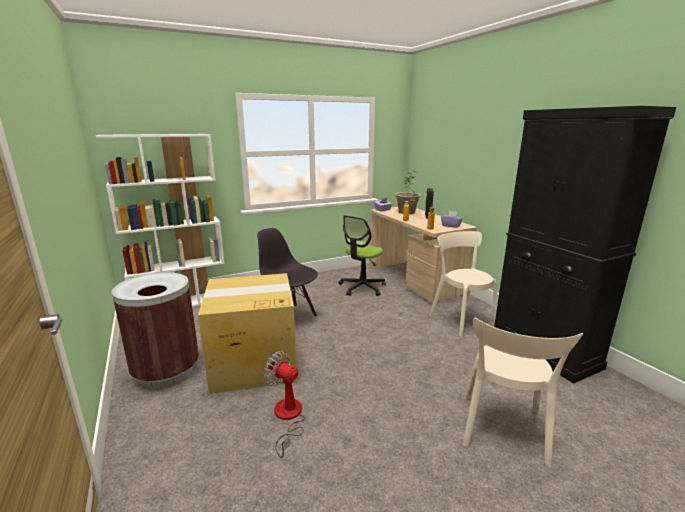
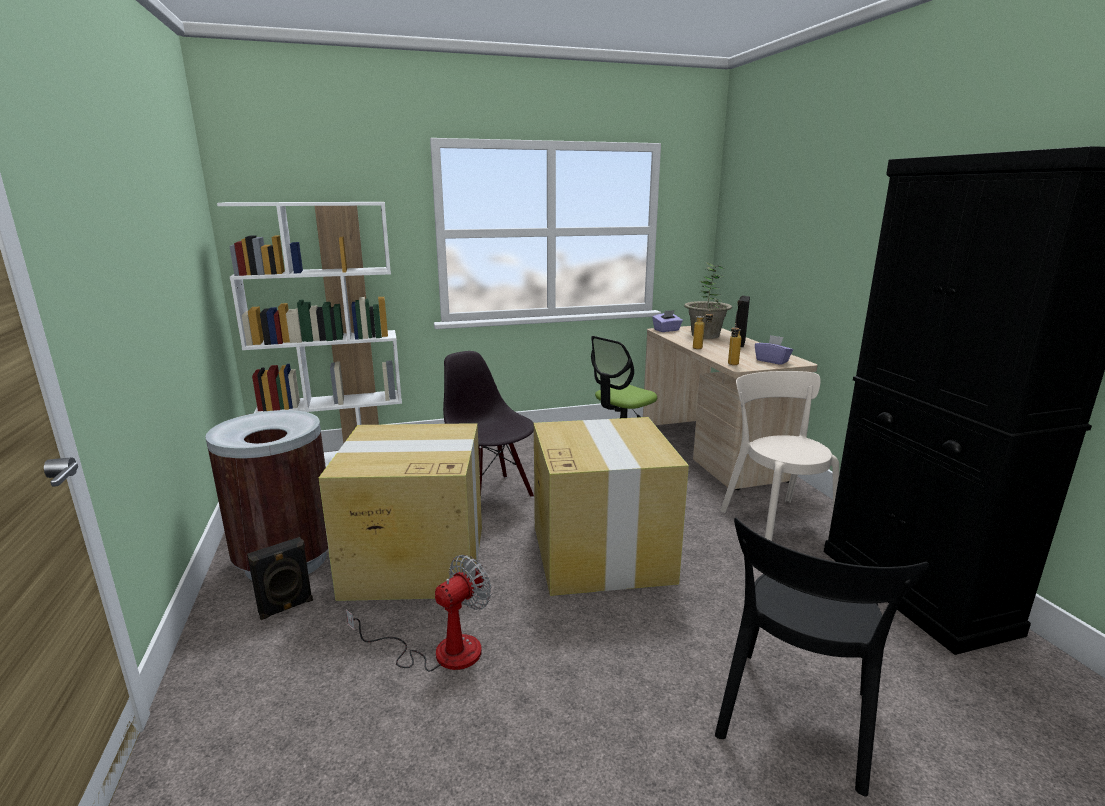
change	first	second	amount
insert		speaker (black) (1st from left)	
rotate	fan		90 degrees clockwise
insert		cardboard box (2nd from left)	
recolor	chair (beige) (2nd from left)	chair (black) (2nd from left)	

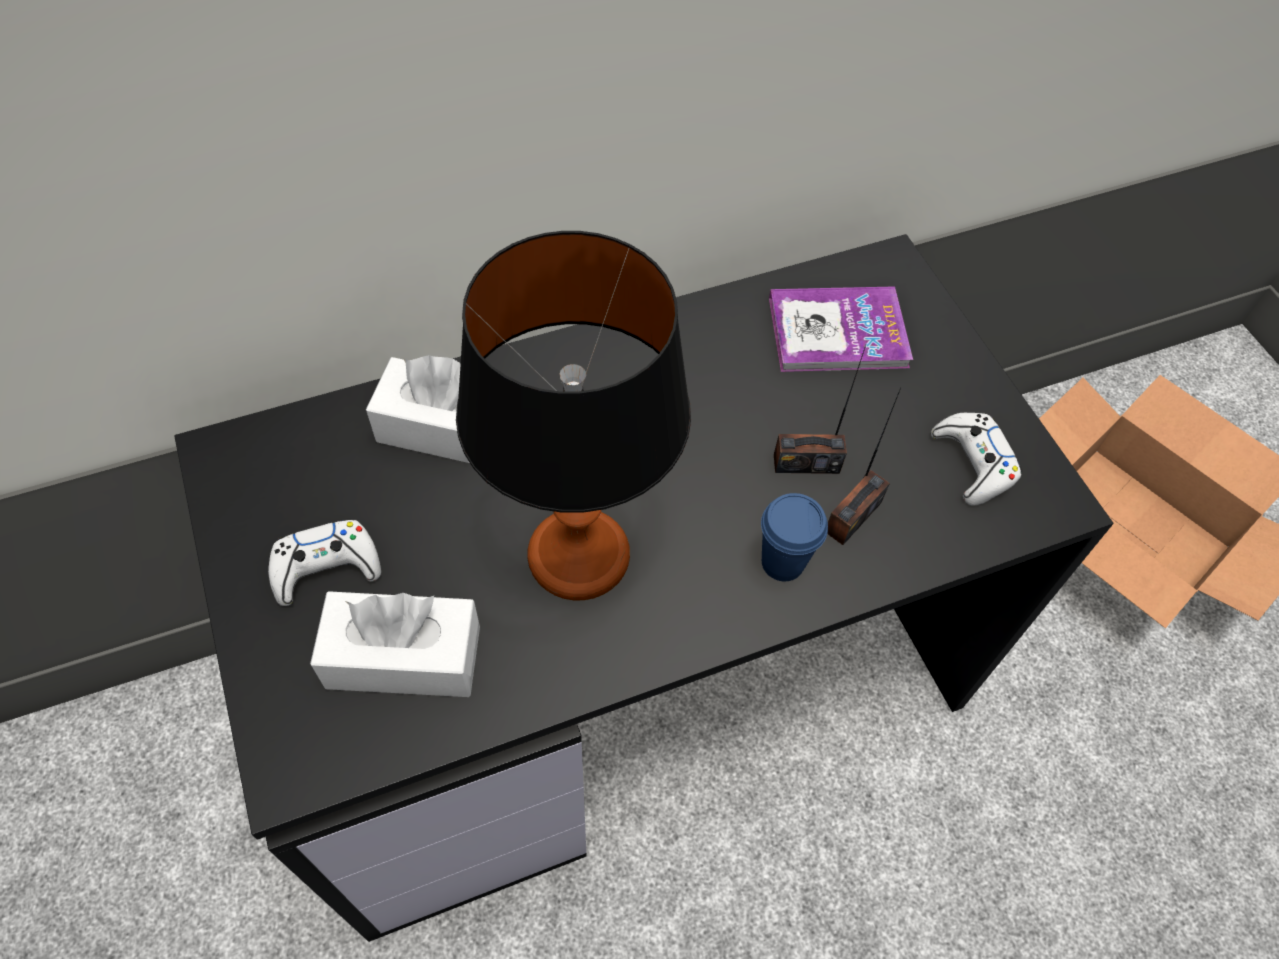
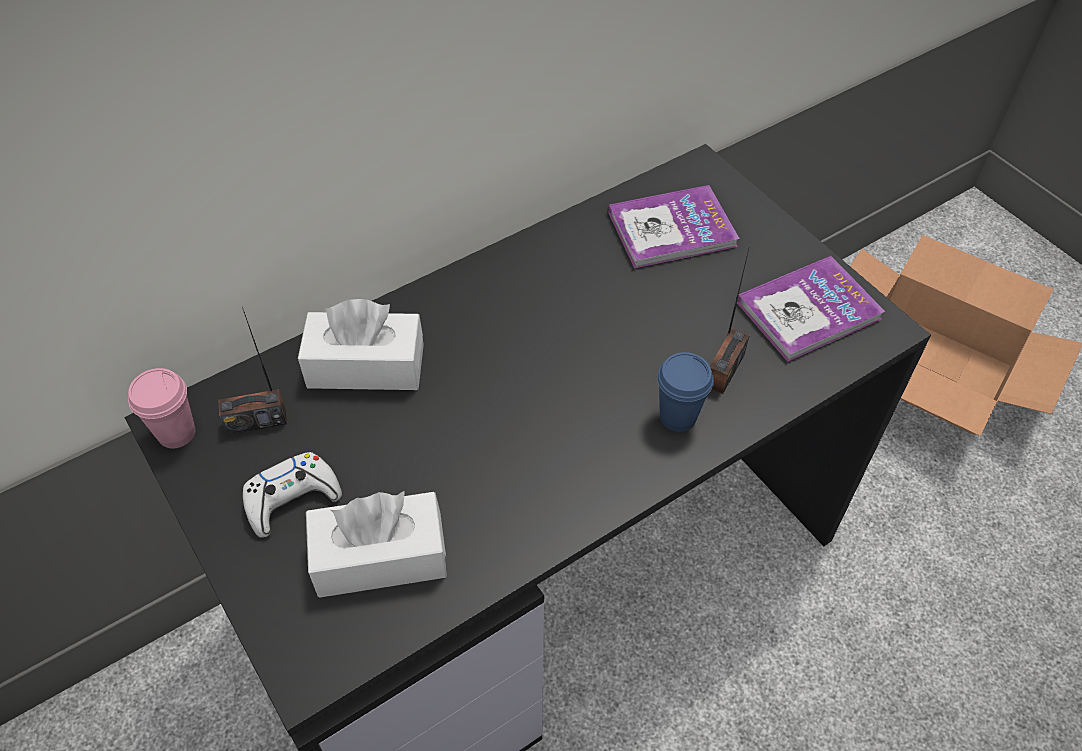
change	first	second	amount
insert		cup (pink)	
move	radio (1st from left)		
replace	game controller (white) (2nd from left)	book (2nd from left)	
delete	table lamp		

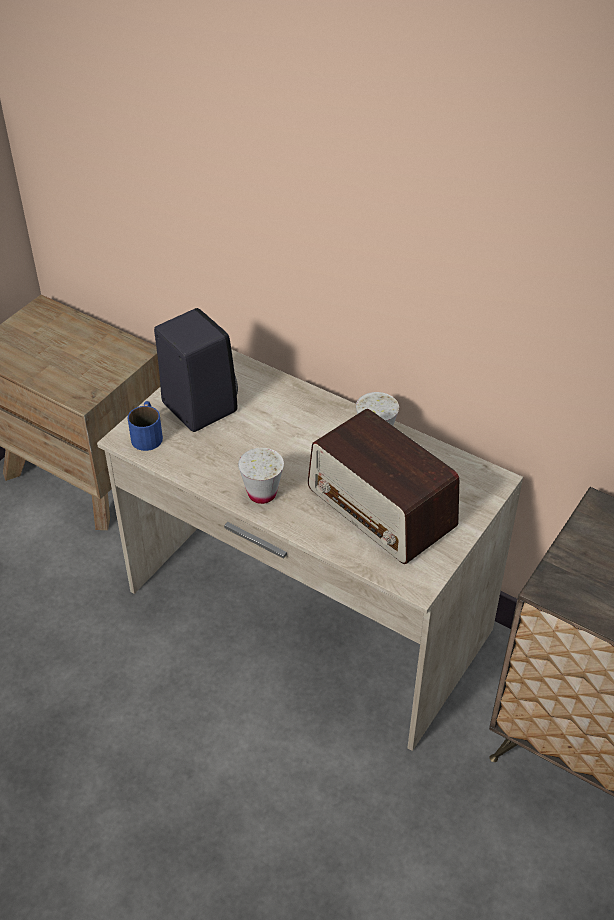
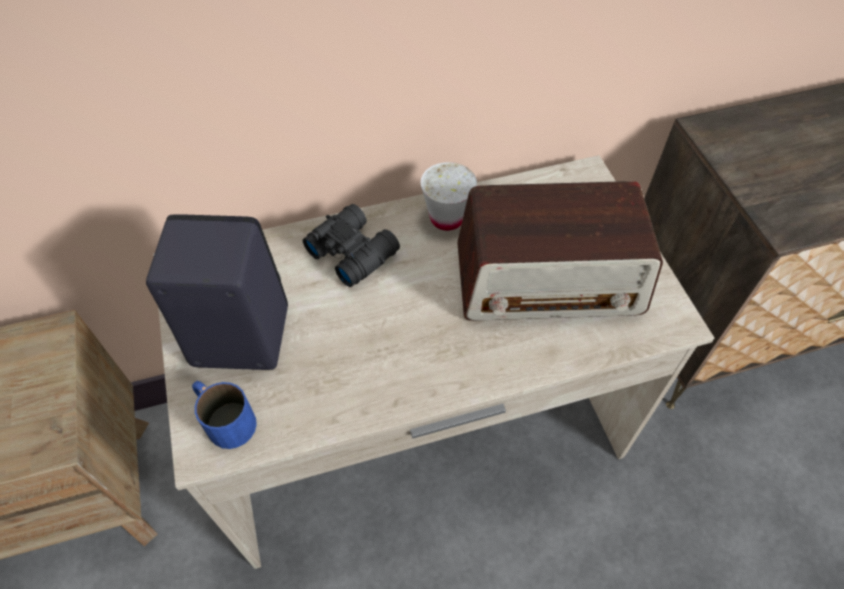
change	first	second	amount
insert		binoculars (black)	
delete	cup (white) (1st from left)		

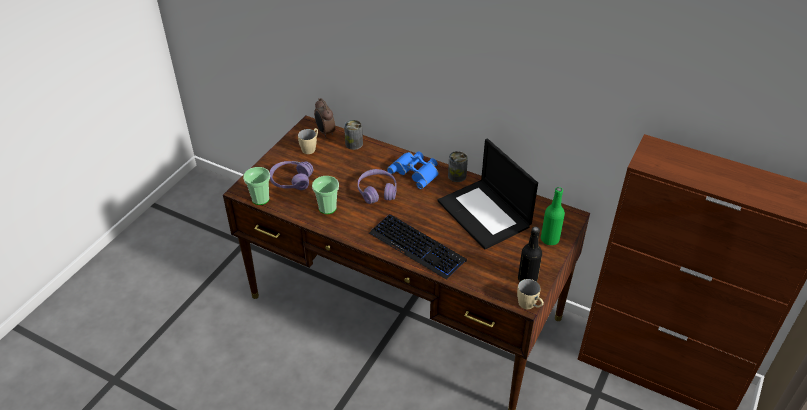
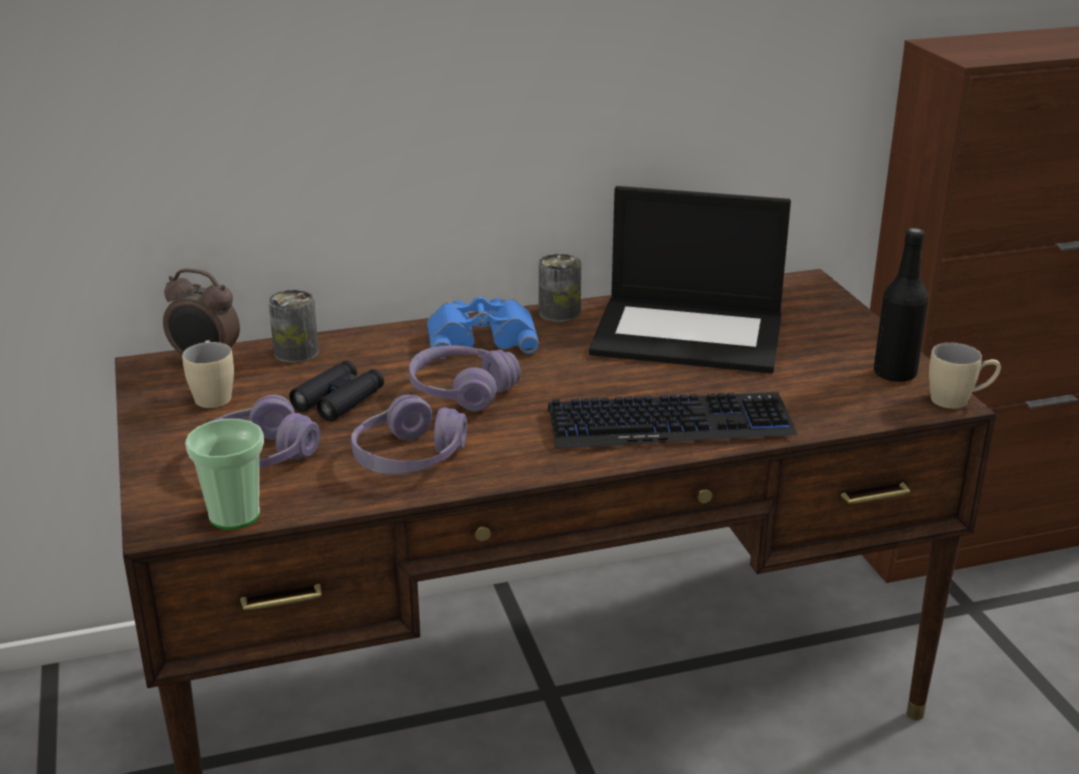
change	first	second	amount
insert		binoculars (black)	
replace	cup (2nd from left)	headphones (purple) (2nd from left)	
delete	bottle (green)		

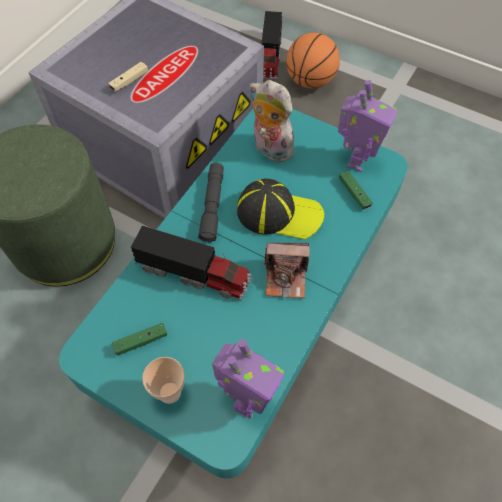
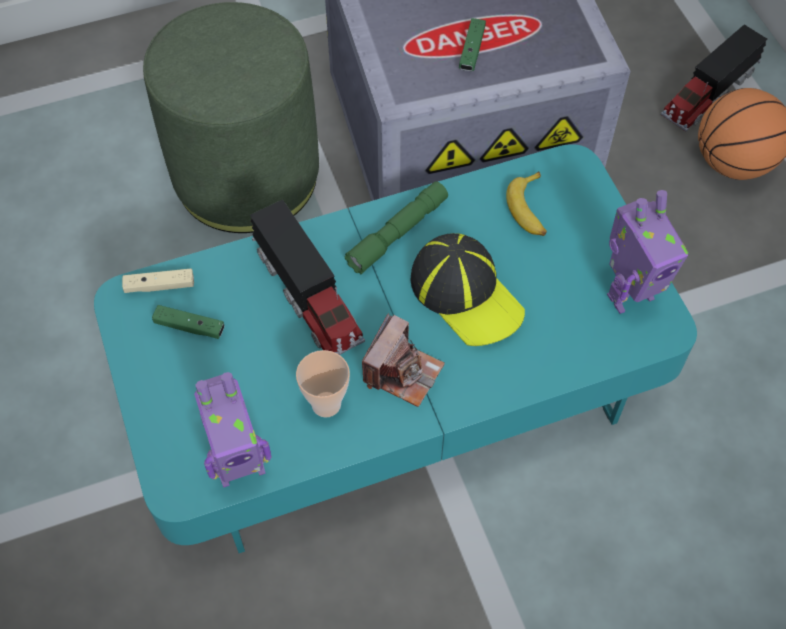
change	first	second	amount
move	game controller (beige)		
move	cup		
recolor	flashlight (grey)	flashlight (green)	
rotate	photo camera		105 degrees counterclockwise
move	game controller (green) (2nd from left)		
replace	plush toy	banana	

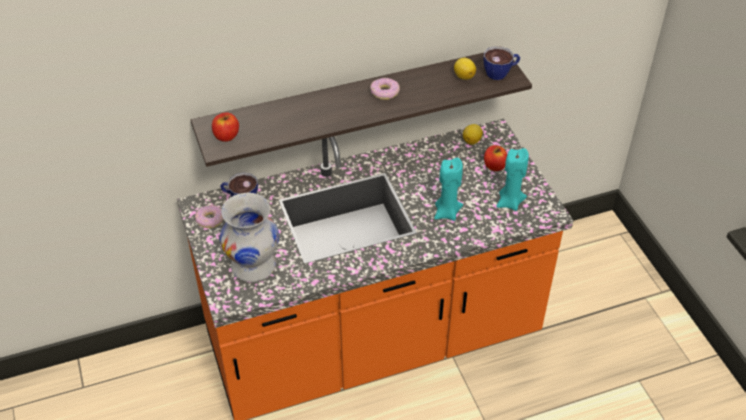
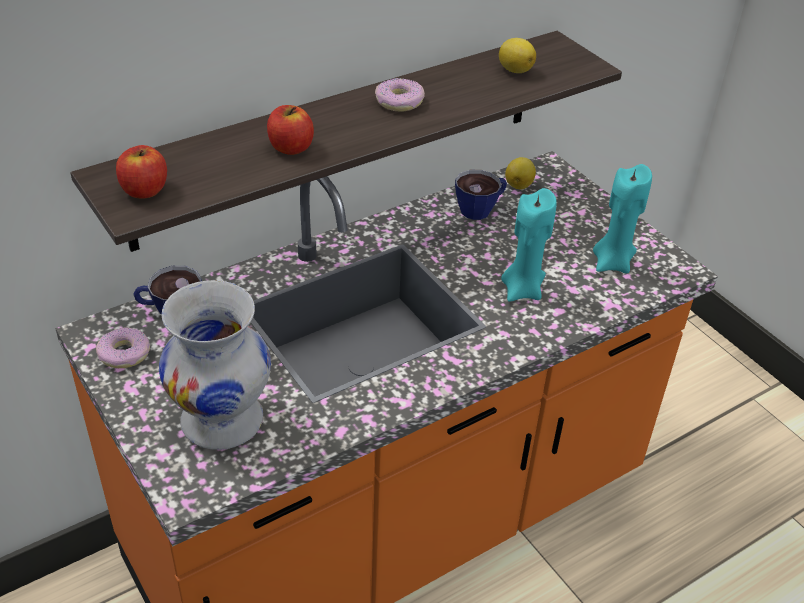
change	first	second	amount
move	apple (2nd from left)		
move	cup (2nd from left)		

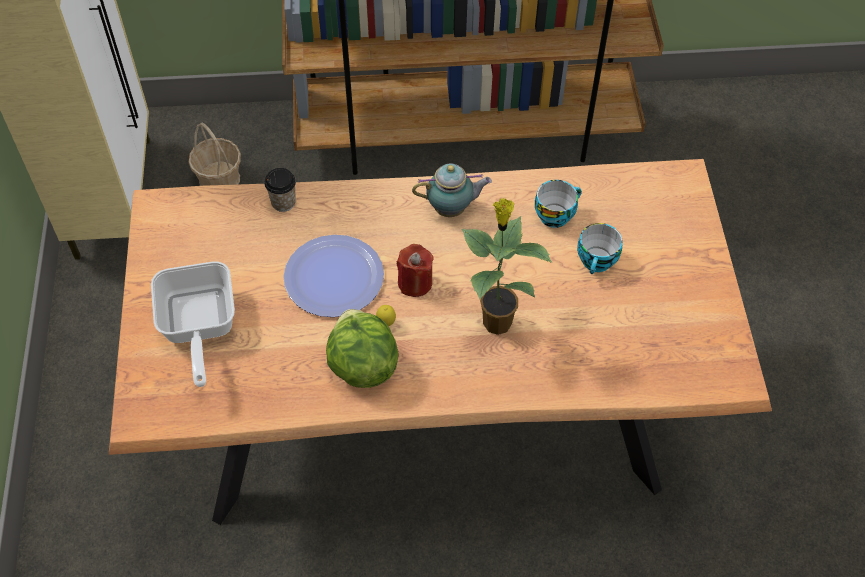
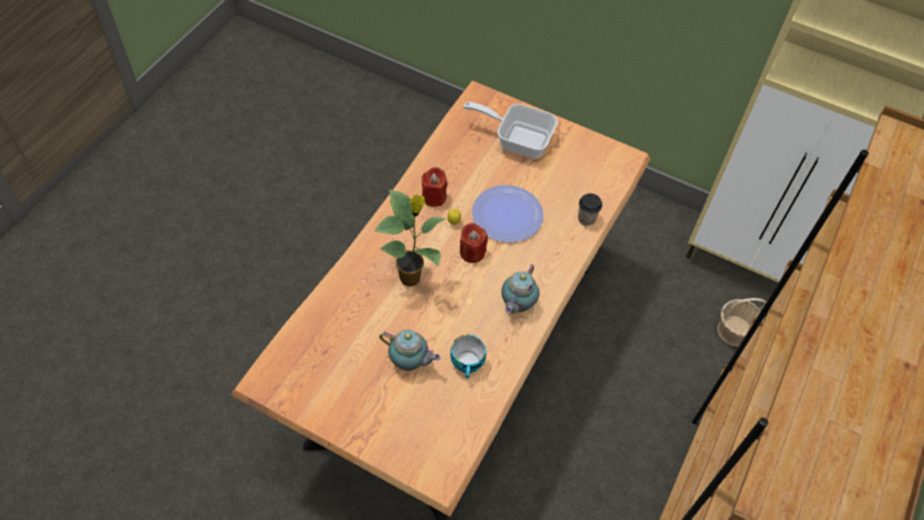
change	first	second	amount
replace	cup (3rd from left)	teapot (1st from left)	
replace	lettuce	candle (red) (1st from left)	

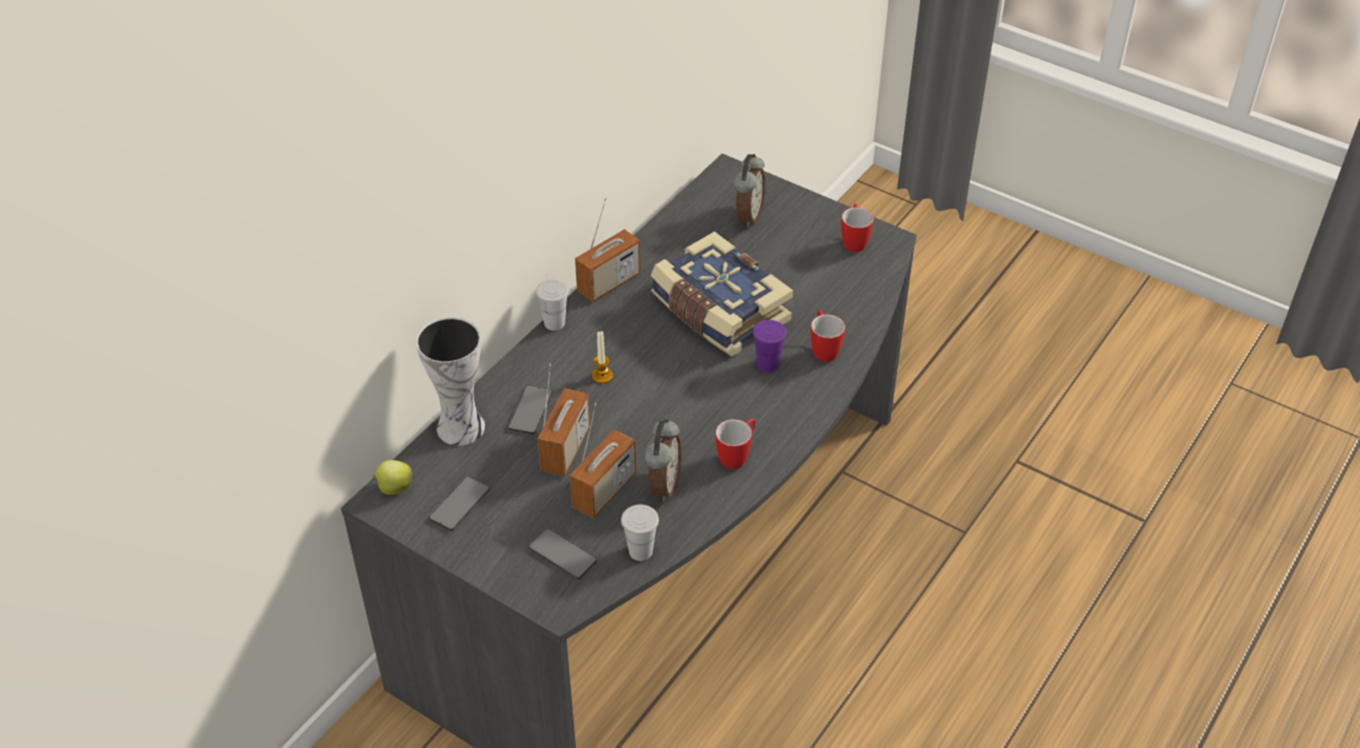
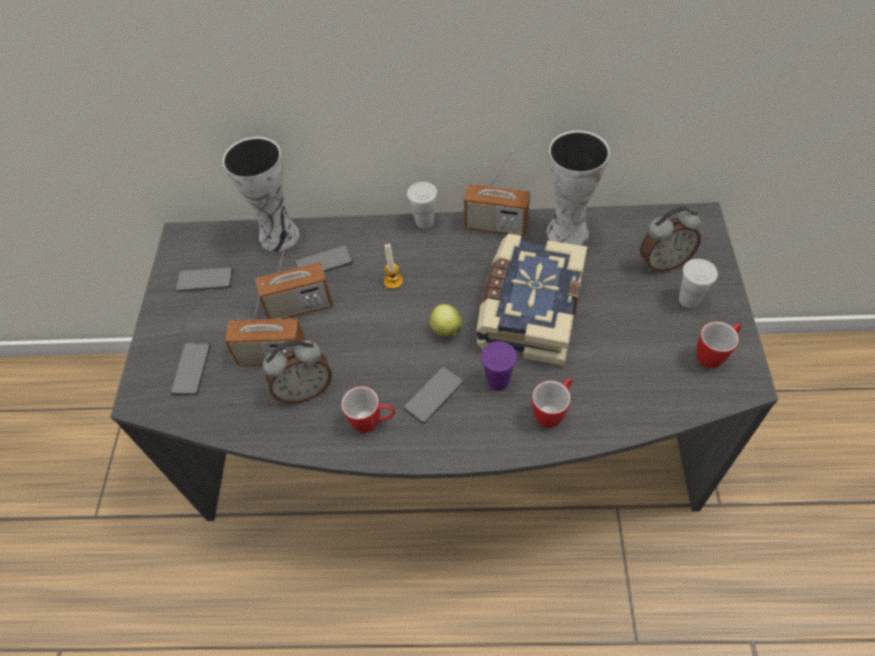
change	first	second	amount
insert		phone (4th from left)	
move	apple		
insert		vase (2nd from left)	
move	cup (white) (2nd from left)		

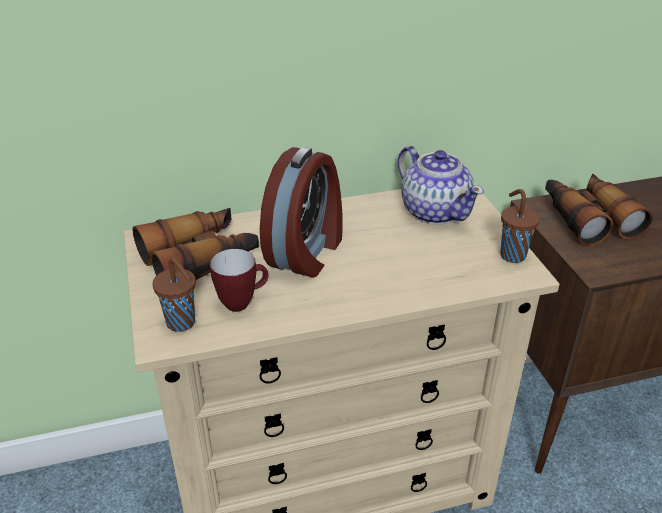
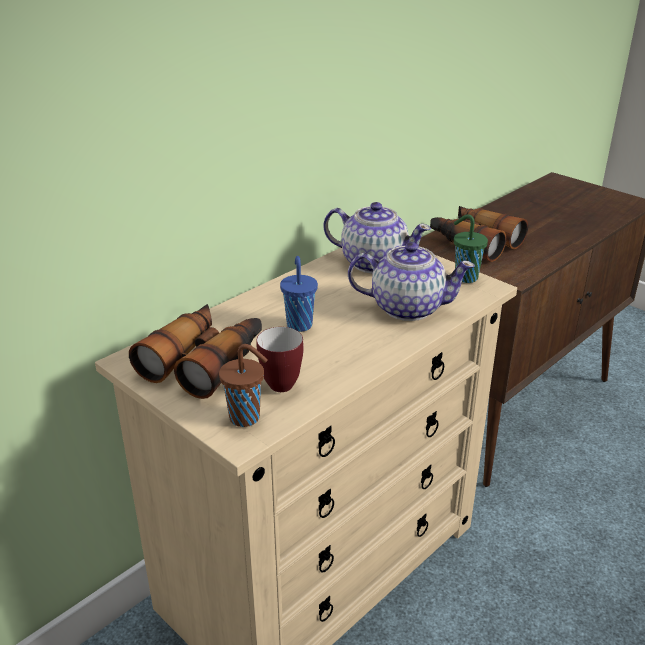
change	first	second	amount
replace	alarm clock	cup (blue)	
insert		teapot (2nd from left)	
recolor	cup (brown) (2nd from left)	cup (green)	

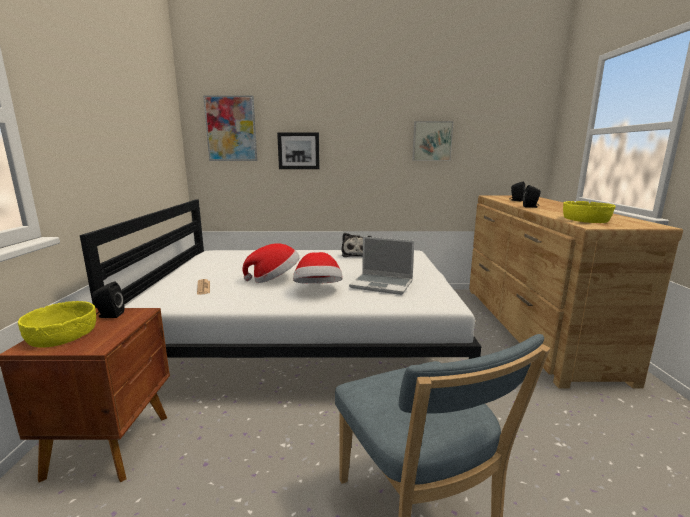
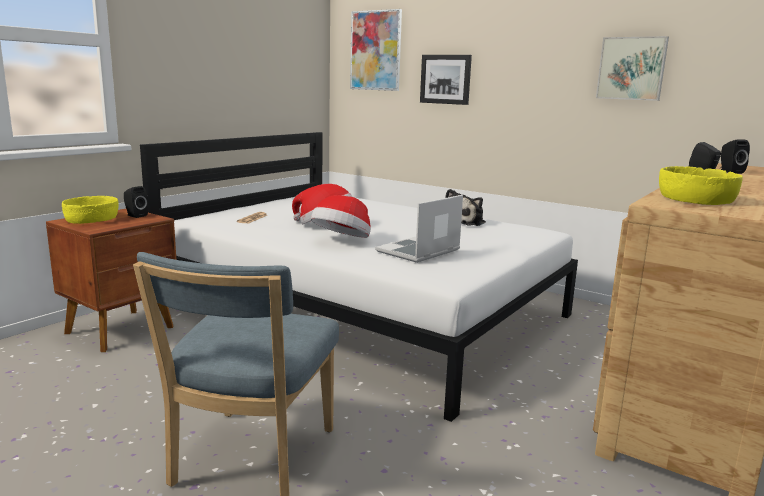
change	first	second	amount
rotate	laptop		75 degrees clockwise

